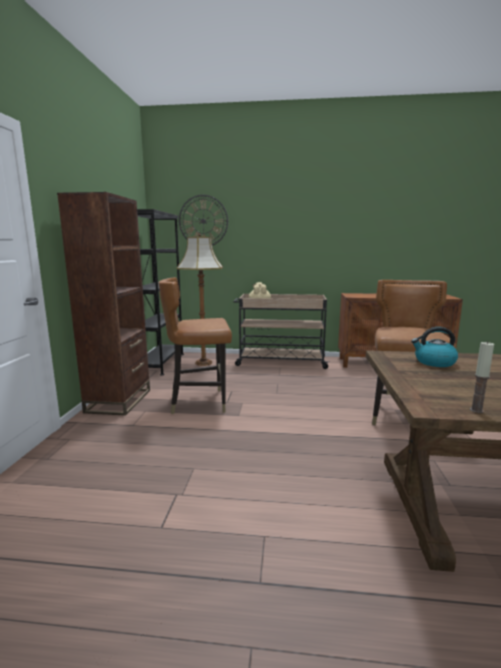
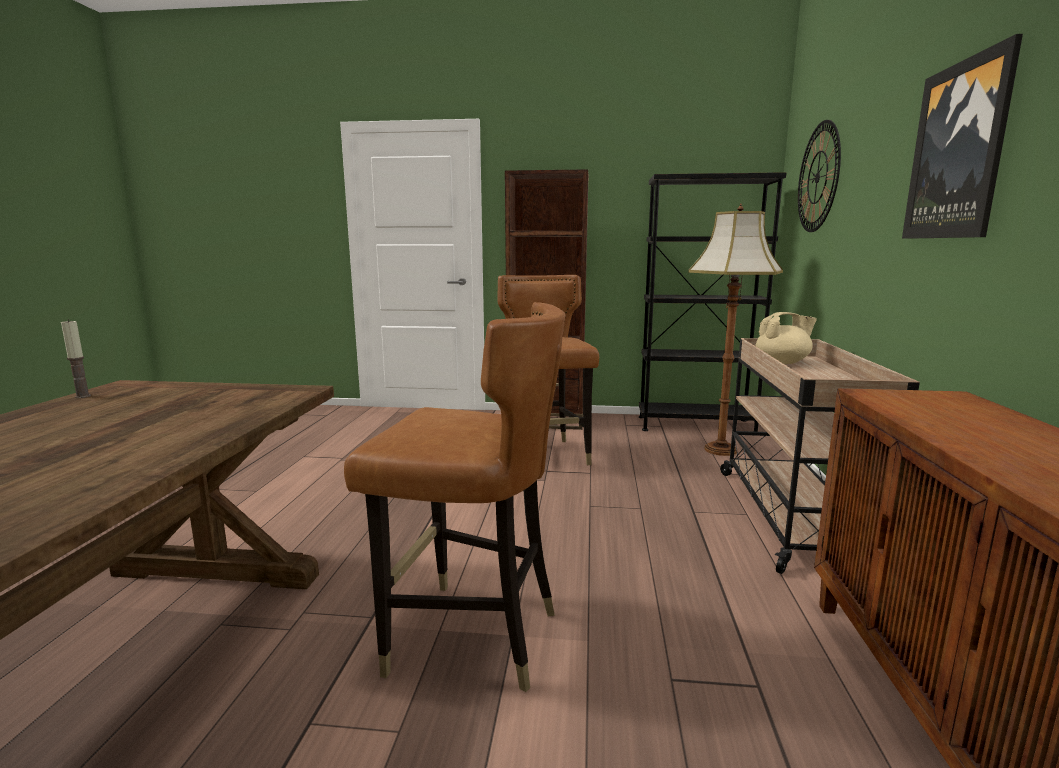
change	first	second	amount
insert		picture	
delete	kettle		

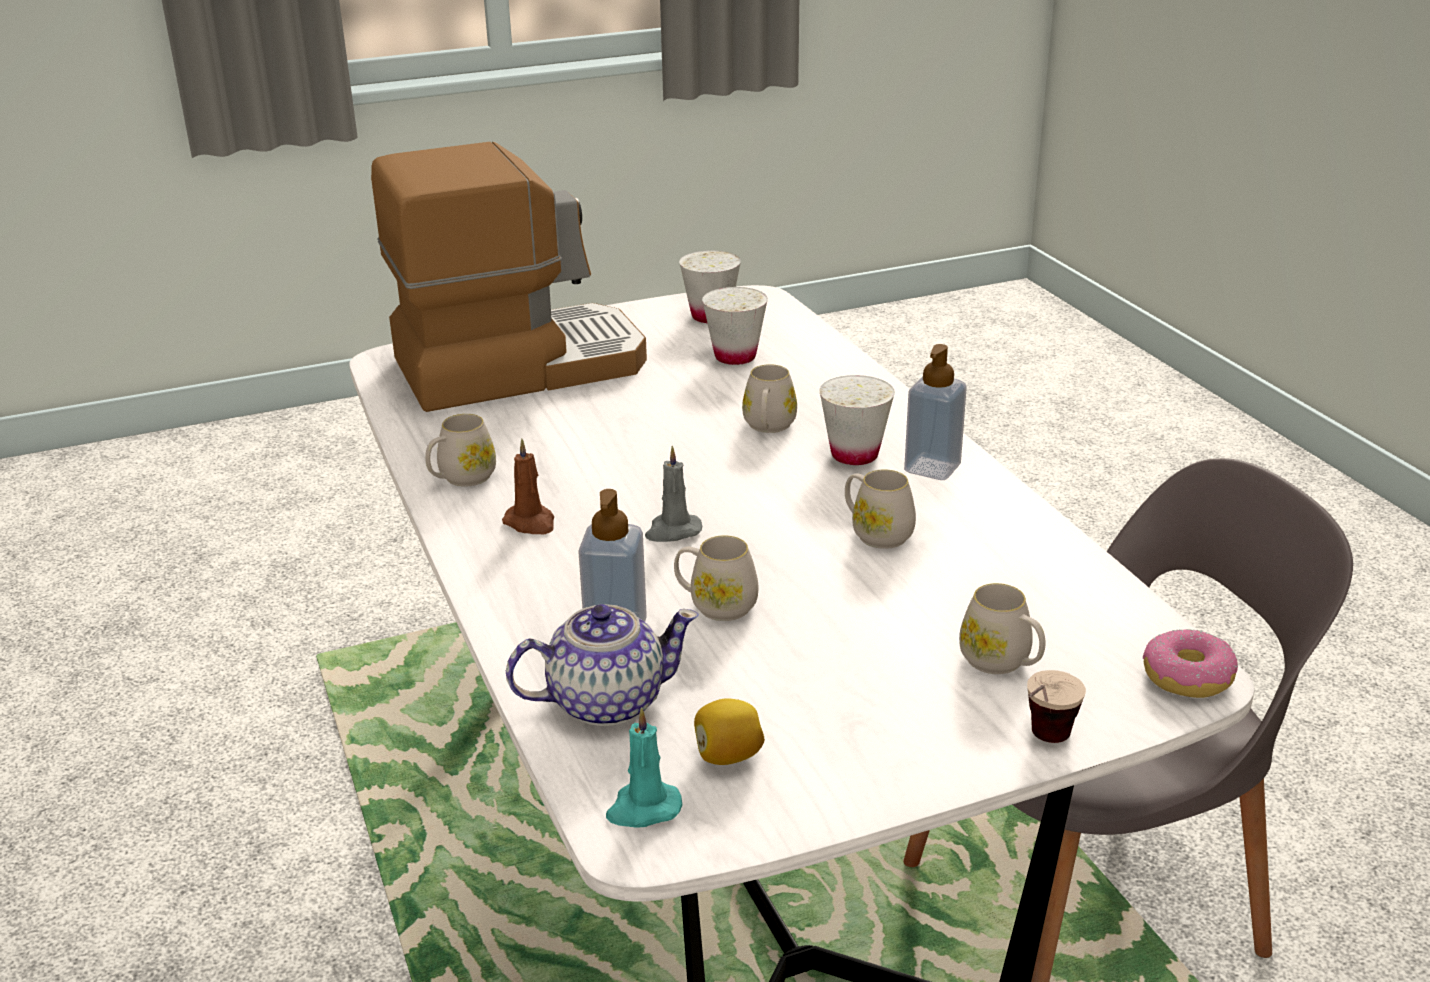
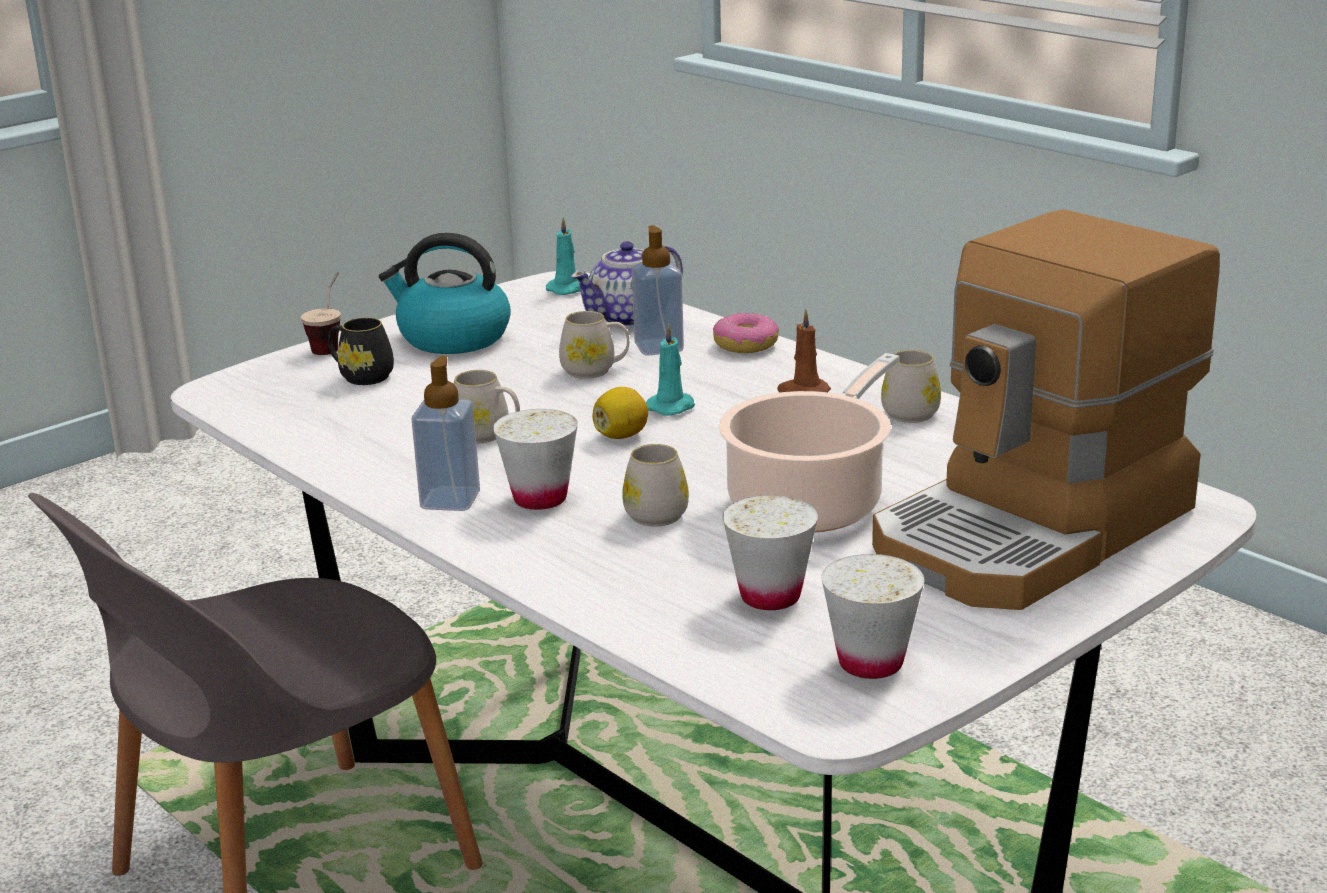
change	first	second	amount
recolor	mug (white) (5th from left)	mug (black)	
insert		kettle	
move	lemon		
recolor	candle (grey)	candle (turquoise) (2nd from left)	
move	donut		
insert		cooking pot	

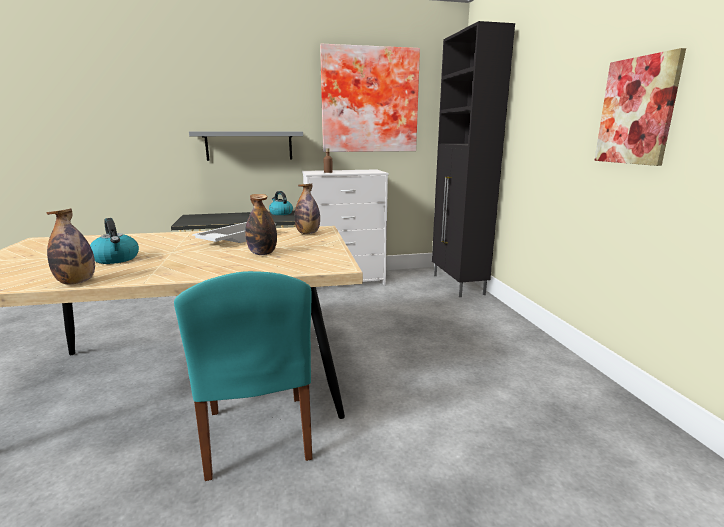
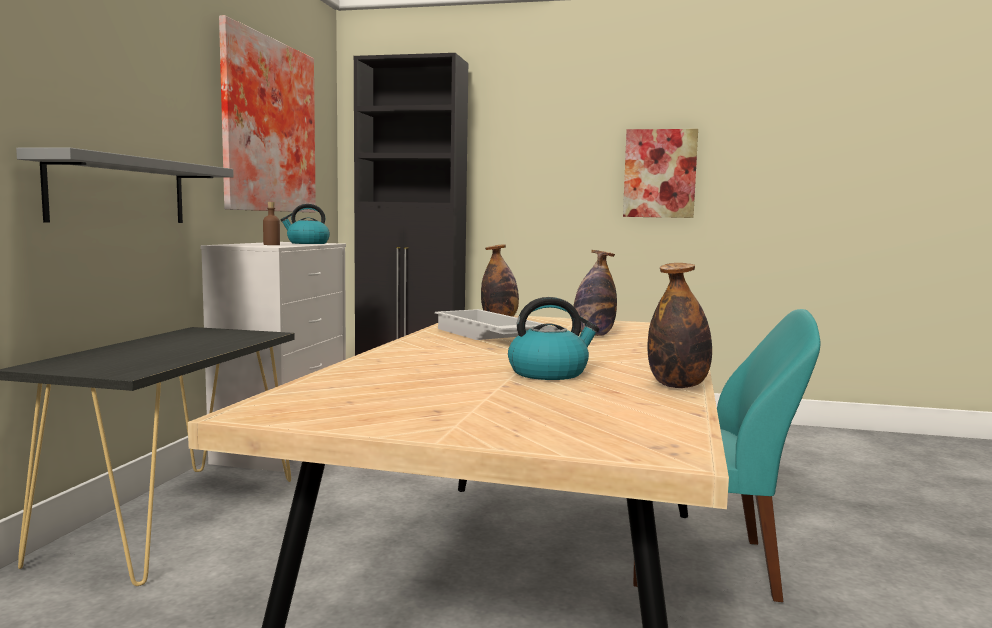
change	first	second	amount
move	kettle (2nd from left in the first image)	kettle (1st from left)	

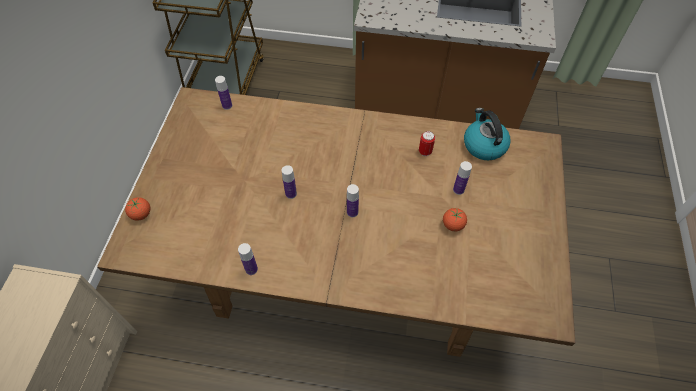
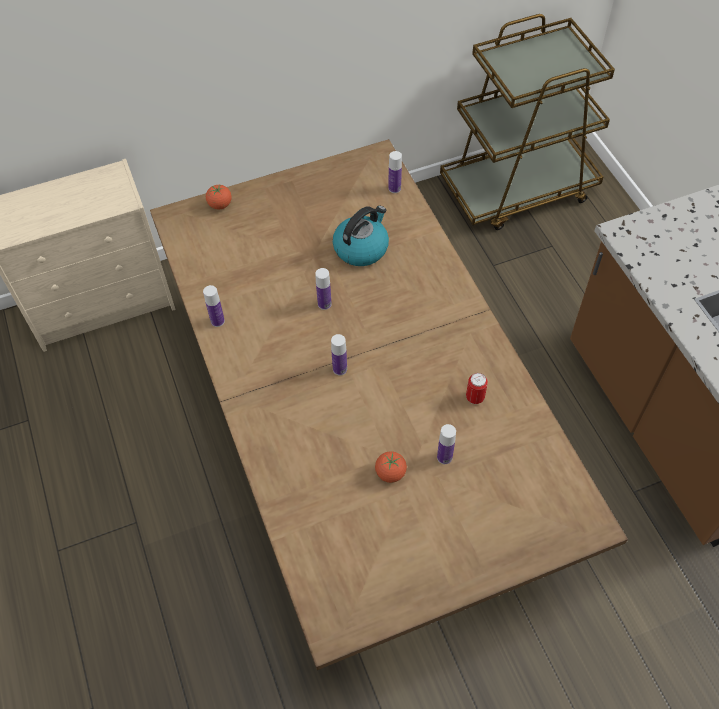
change	first	second	amount
move	kettle		

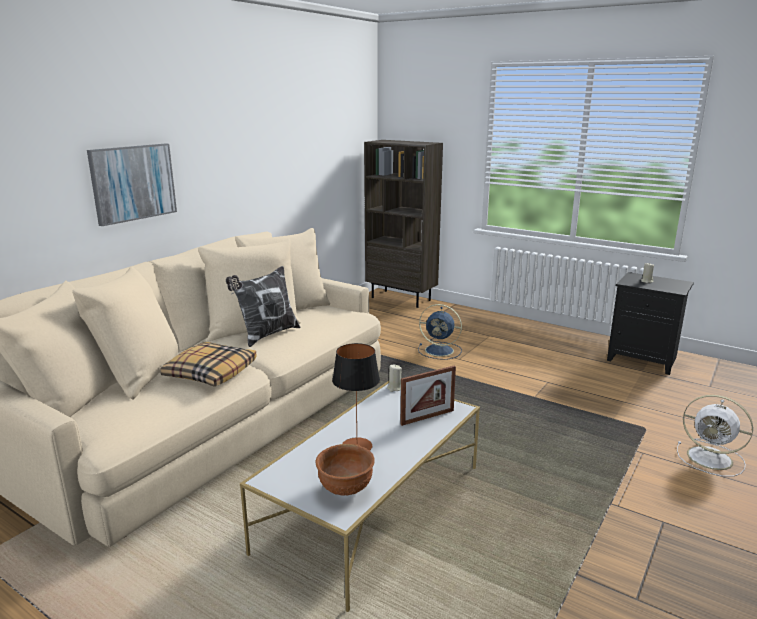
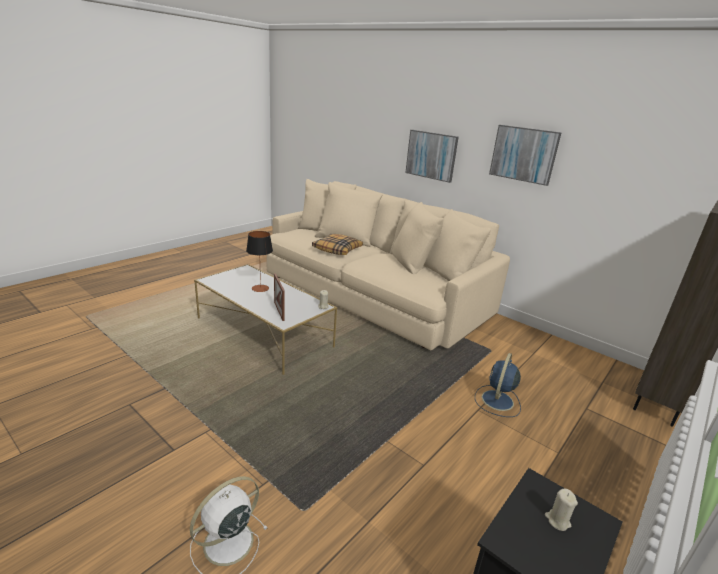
change	first	second	amount
insert		picture (2nd from left)	
delete	pillow (2nd from left)		
delete	bowl (brown)		

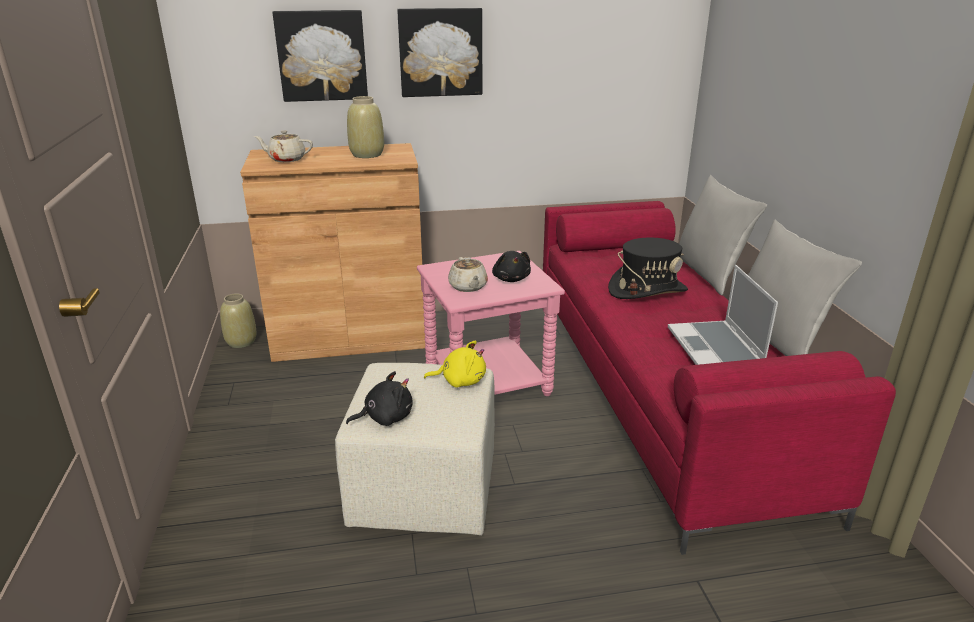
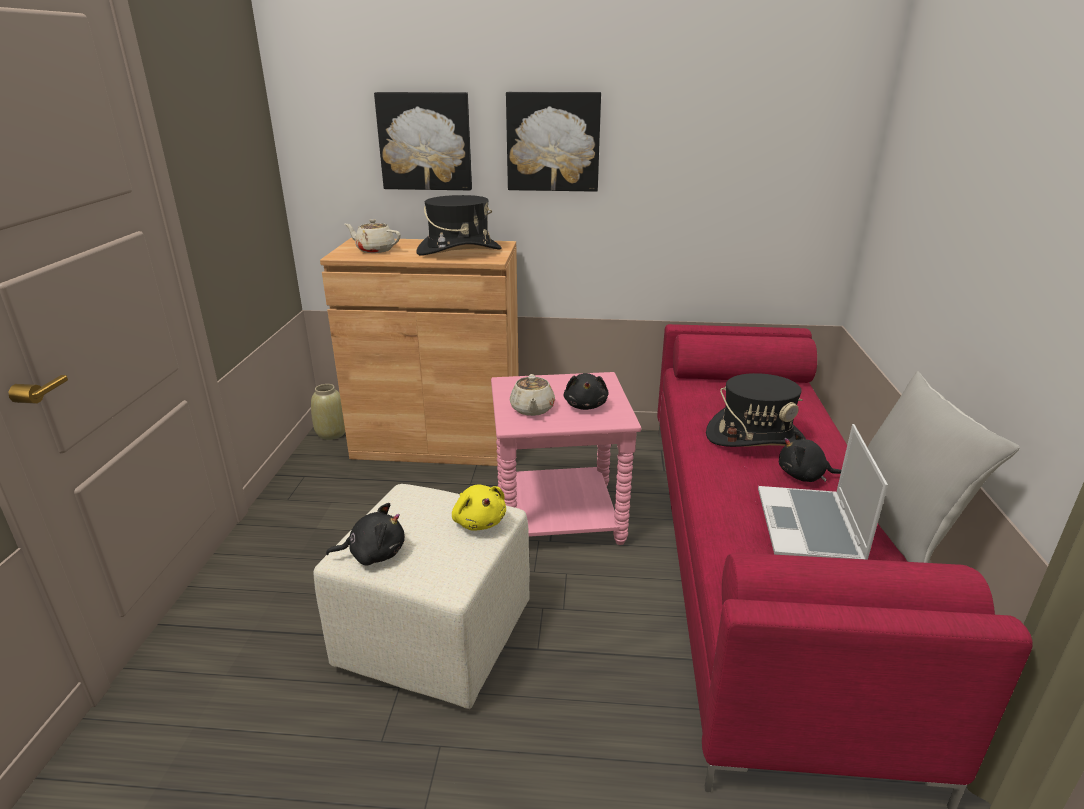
change	first	second	amount
replace	vase (beige) (2nd from left)	hat (black) (1st from left)	
rotate	plush toy (yellow)		45 degrees clockwise
insert		plush toy (black) (3rd from left)	
delete	pillow (grey) (1st from left)		

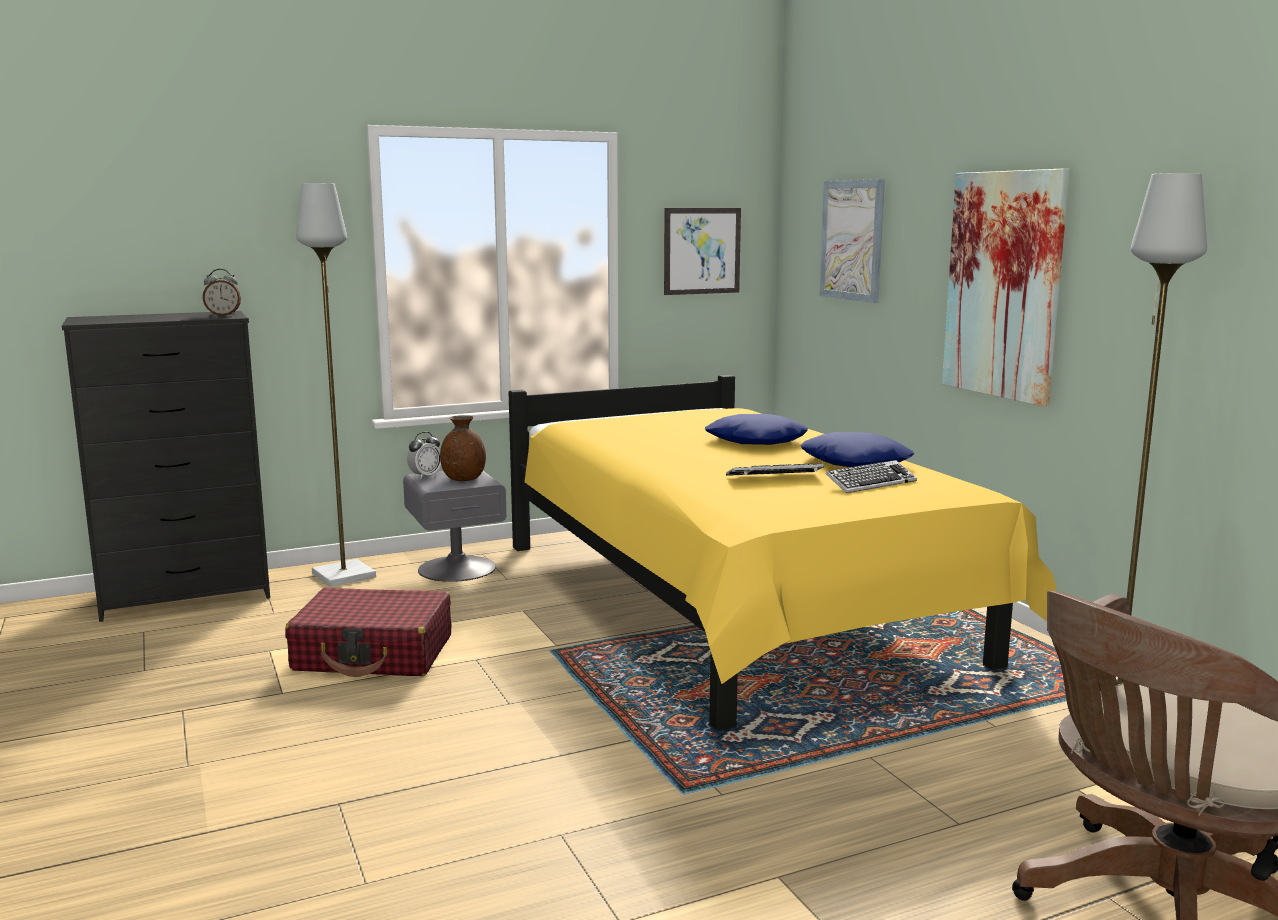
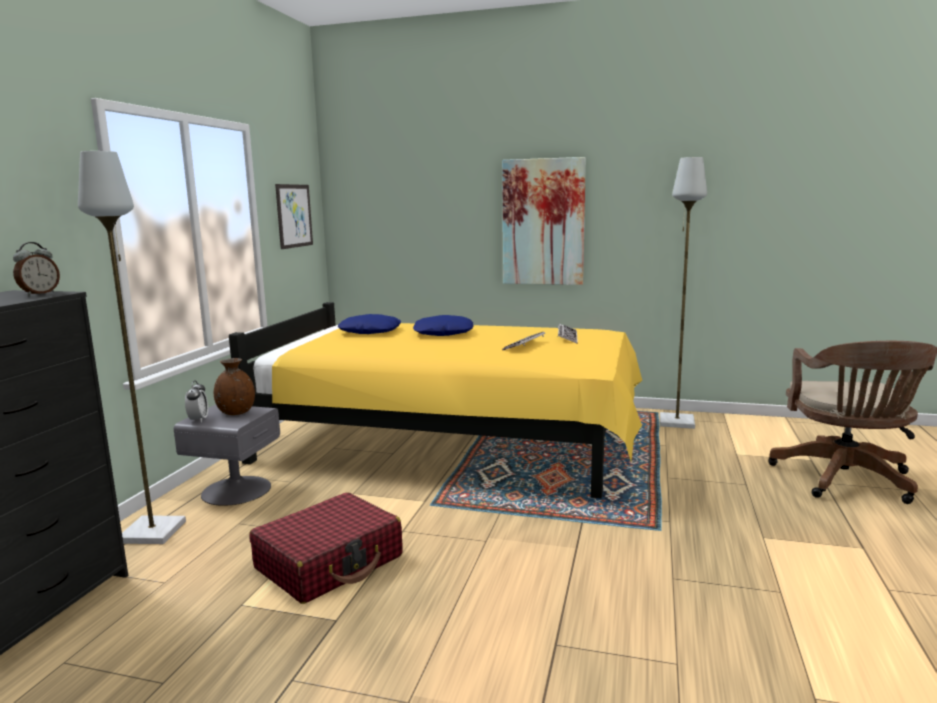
change	first	second	amount
move	pillow (blue) (2nd from left in the first image)	pillow (blue) (1st from left)	
delete	picture (2nd from left)		

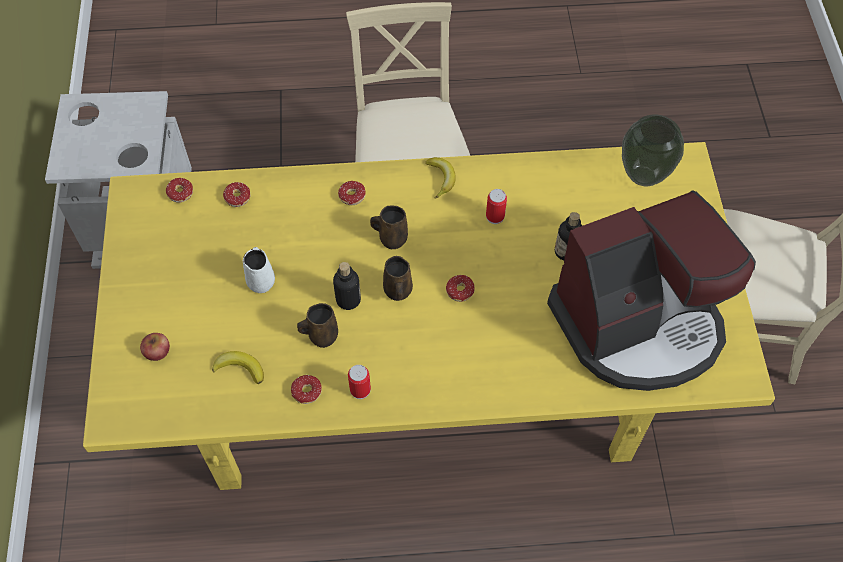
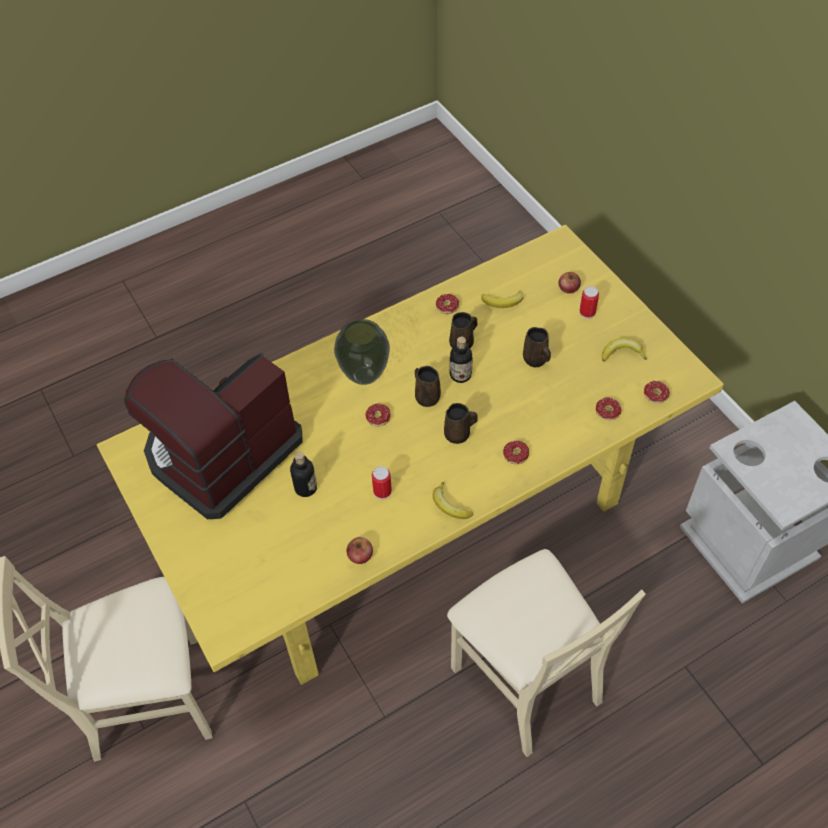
change	first	second	amount
move	vase		
insert		apple (1st from left)	
recolor	mug (white)	mug (brown) (4th from left)	
move	can (1st from left in the first image)	can (2nd from left)	
insert		banana (3rd from left)	

